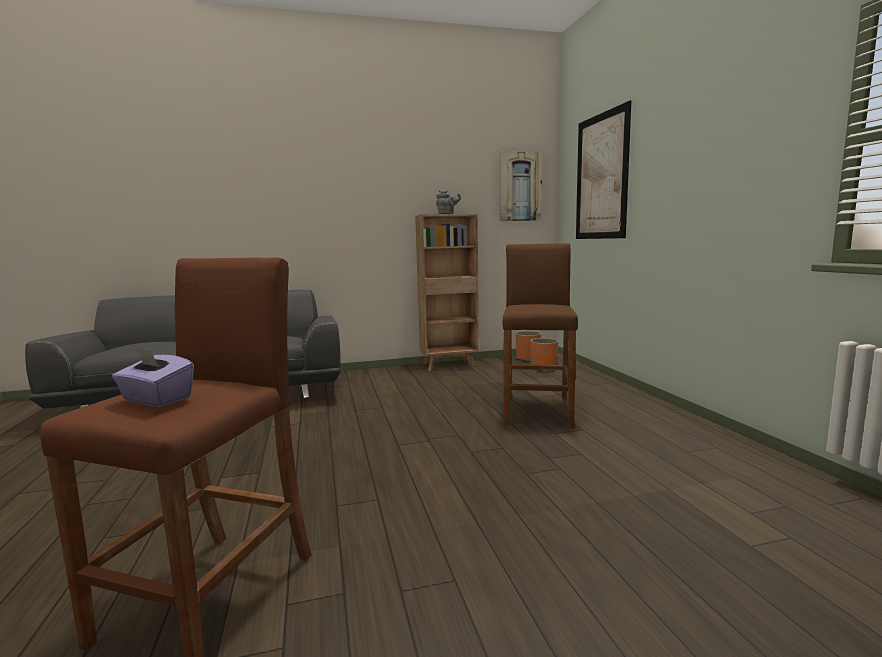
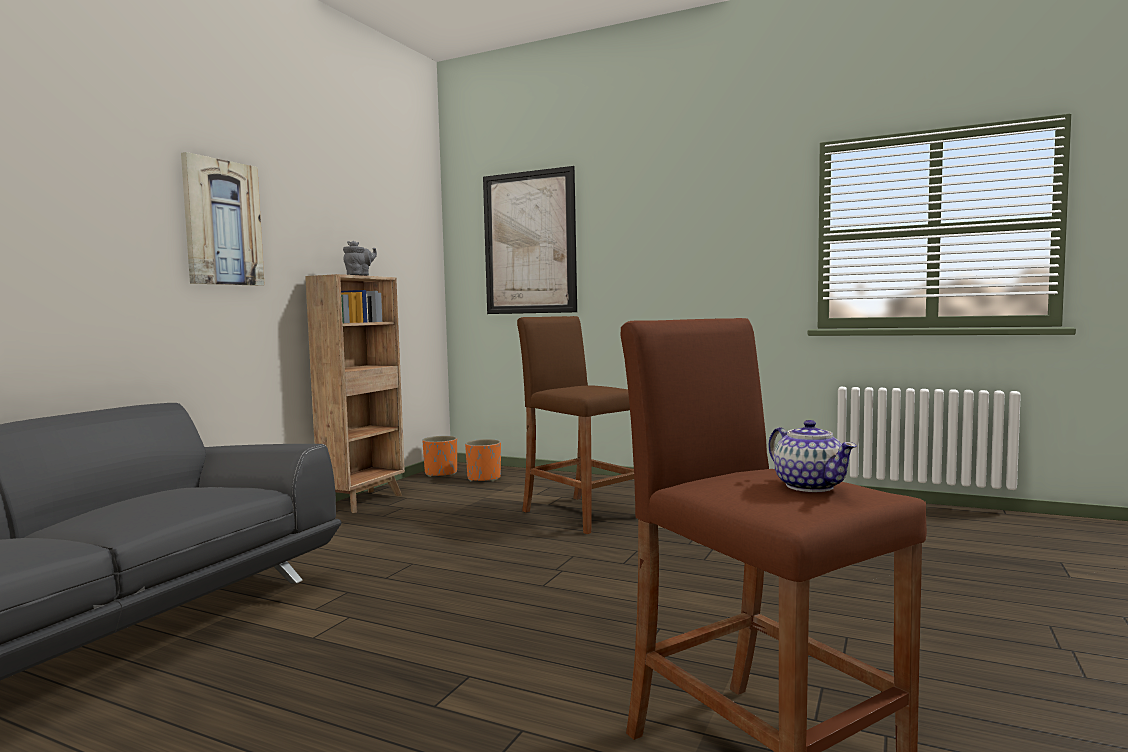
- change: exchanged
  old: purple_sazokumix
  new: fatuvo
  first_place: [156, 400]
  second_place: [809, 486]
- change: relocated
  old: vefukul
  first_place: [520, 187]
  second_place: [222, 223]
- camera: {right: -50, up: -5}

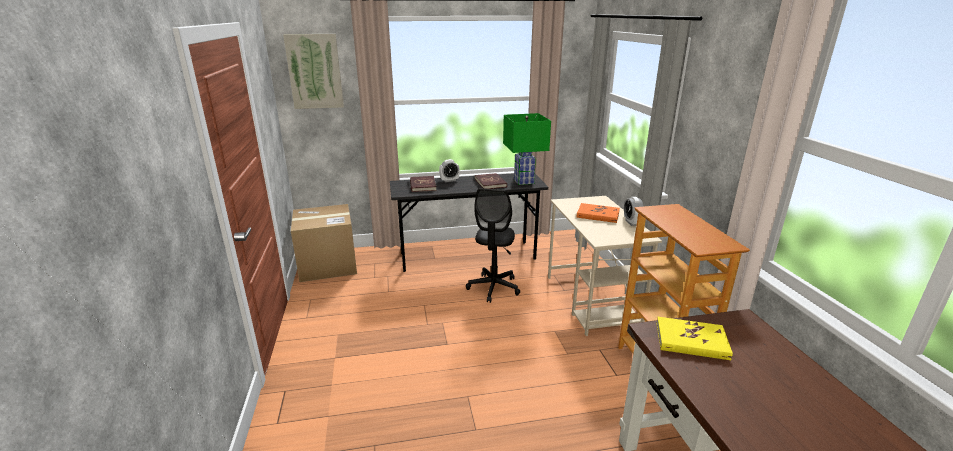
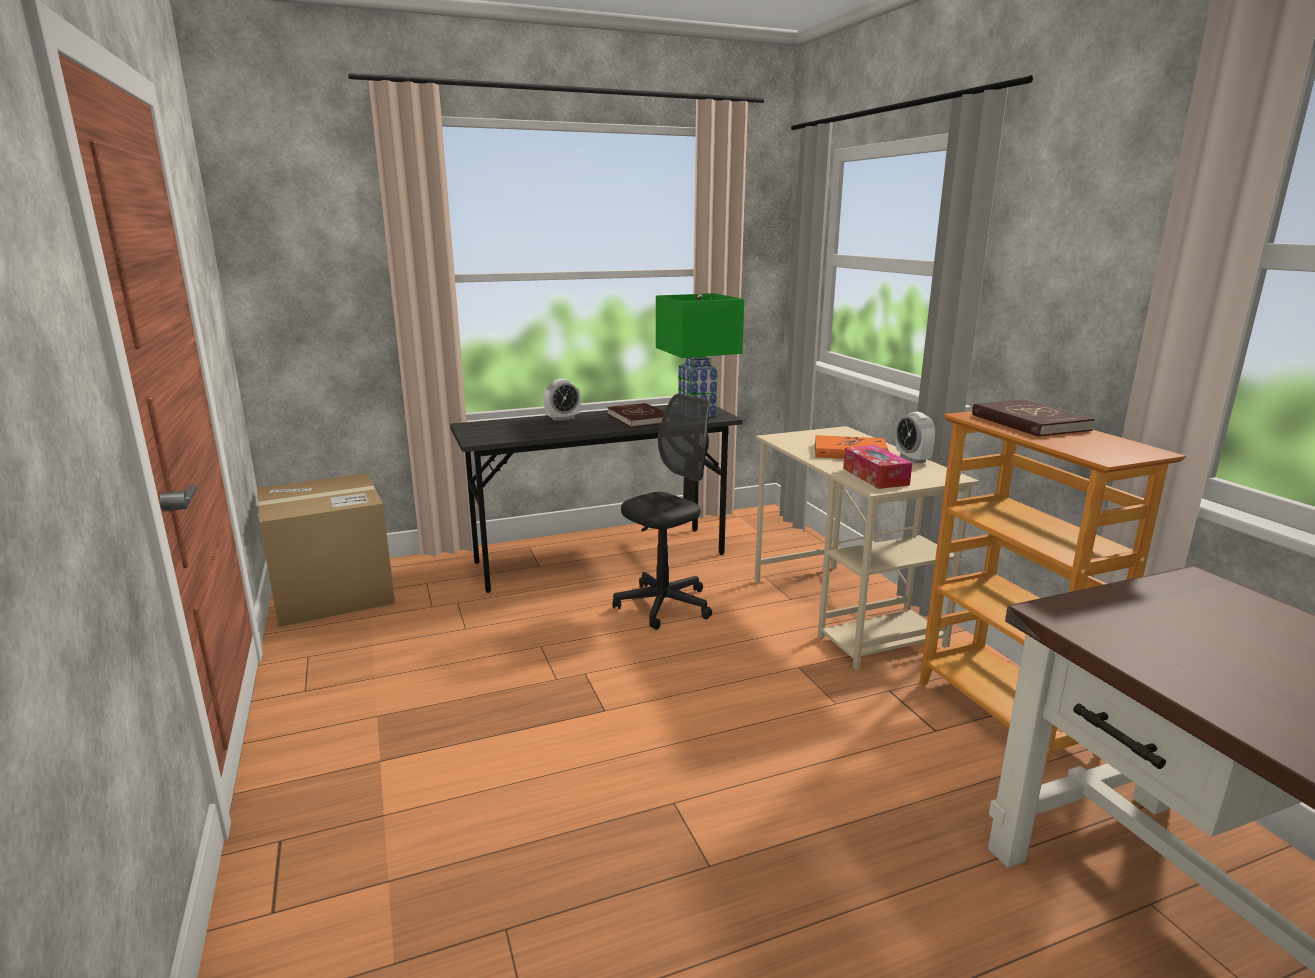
- change: missing
  old: vefukul
  first_place: [315, 71]
- change: relocated
  old: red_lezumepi
  first_place: [422, 185]
  second_place: [1029, 423]
- change: spun
  old: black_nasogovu
  first_place: [493, 288]
  second_place: [664, 605]
  degrees: -135
- change: missing
  old: yellow_lezumepi
  first_place: [691, 341]
- change: appeared
  new: sazokumix
  second_place: [875, 476]
- camera: {right: -10, up: -5}

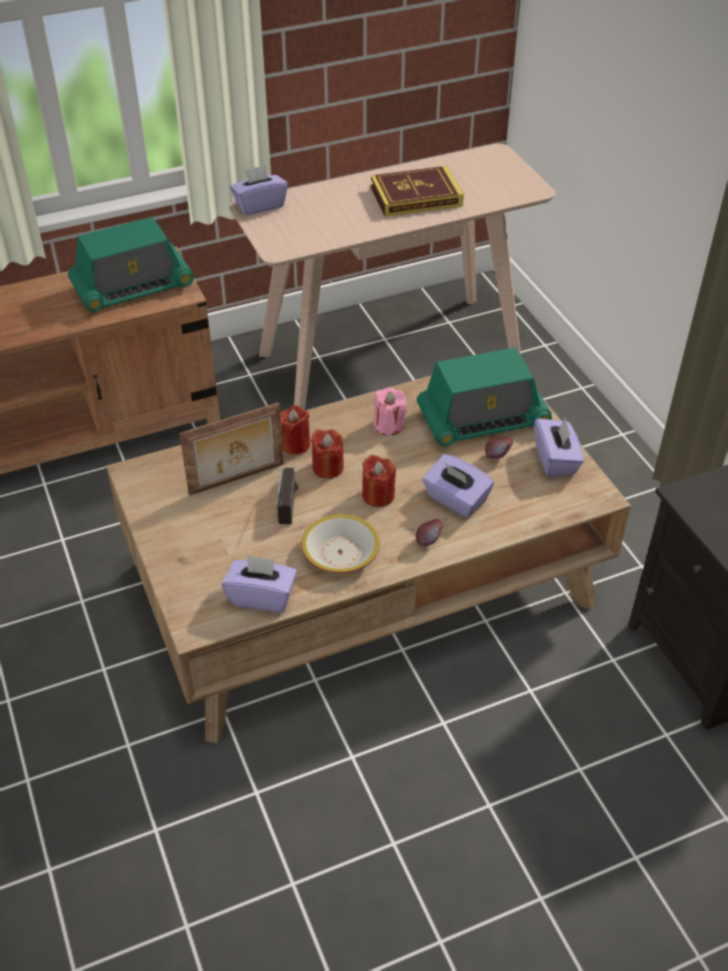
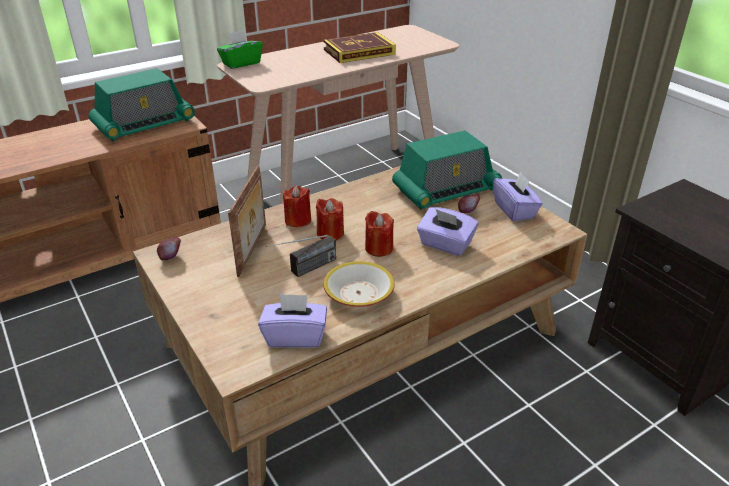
- change: spun
  old: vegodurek
  first_place: [237, 480]
  second_place: [253, 250]
  degrees: -45
- change: colour
  old: purple_sazokumix
  new: green_sazokumix
  first_place: [259, 205]
  second_place: [241, 63]
- change: spun
  old: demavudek
  first_place: [287, 515]
  second_place: [304, 271]
  degrees: 60
- change: missing
  old: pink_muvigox
  first_place: [389, 425]
- change: relocated
  old: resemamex
  first_place: [428, 541]
  second_place: [171, 258]
- camera: {right: -10, up: -10}

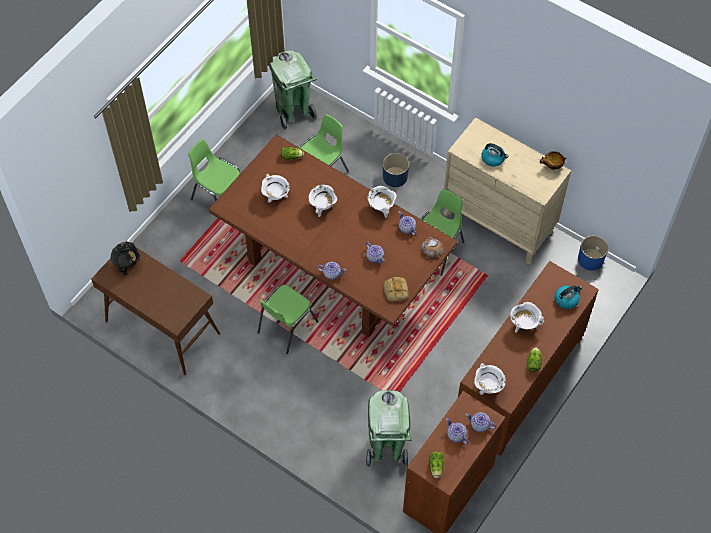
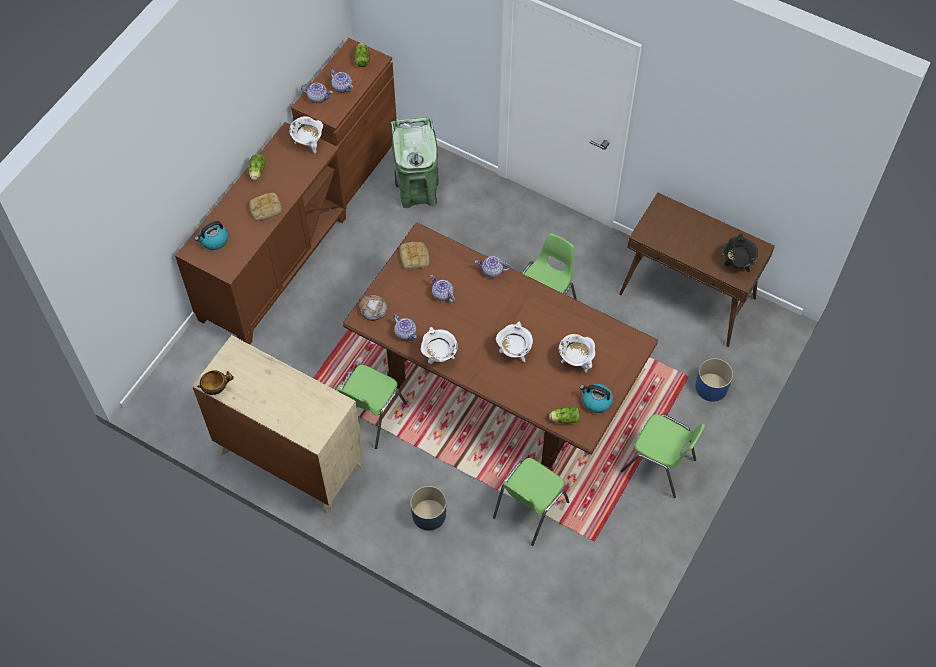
- change: missing
  old: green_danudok
  first_place: [293, 111]
- change: relocated
  old: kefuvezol
  first_place: [493, 158]
  second_place: [596, 401]
- change: exchanged
  old: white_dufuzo
  new: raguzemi
  first_place: [524, 325]
  second_place: [265, 209]
- change: relocated
  old: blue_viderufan
  first_place: [590, 259]
  second_place: [711, 387]
- camera: {right: 175, up: 0}

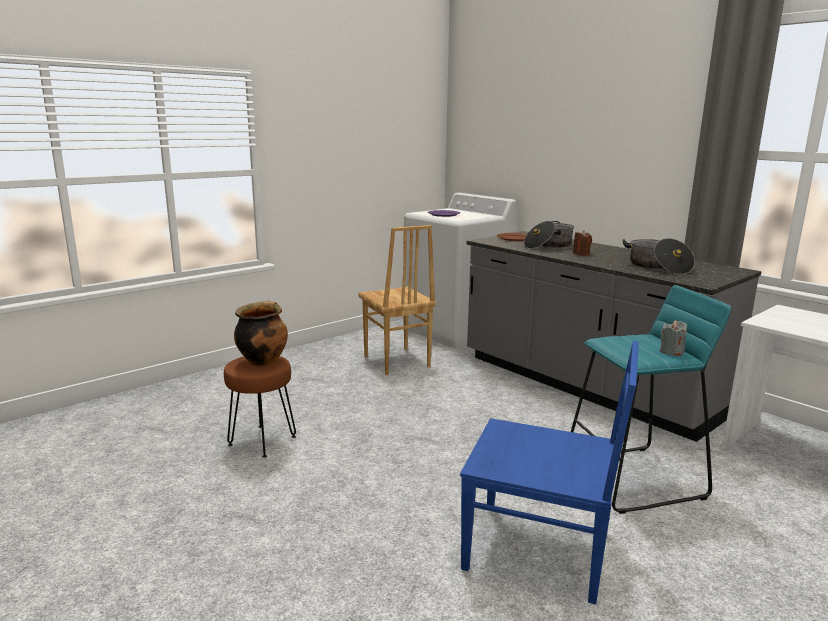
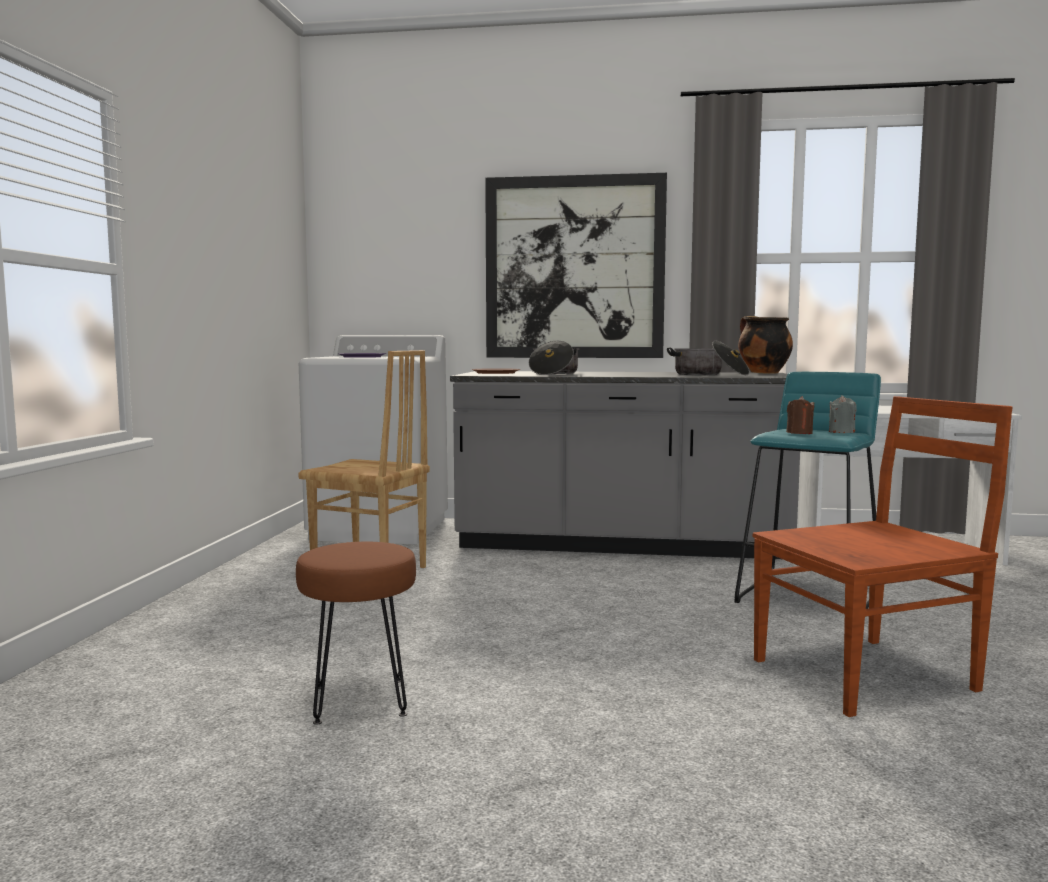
- change: relocated
  old: dufuzo
  first_place: [263, 361]
  second_place: [762, 373]
- change: colour
  old: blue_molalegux
  new: brown_molalegux
  first_place: [540, 551]
  second_place: [868, 674]
- change: relocated
  old: brown_muvigox
  first_place: [581, 253]
  second_place: [799, 433]
- change: appeared
  new: vefukul
  second_place: [574, 268]
- camera: {right: -40, up: -10}

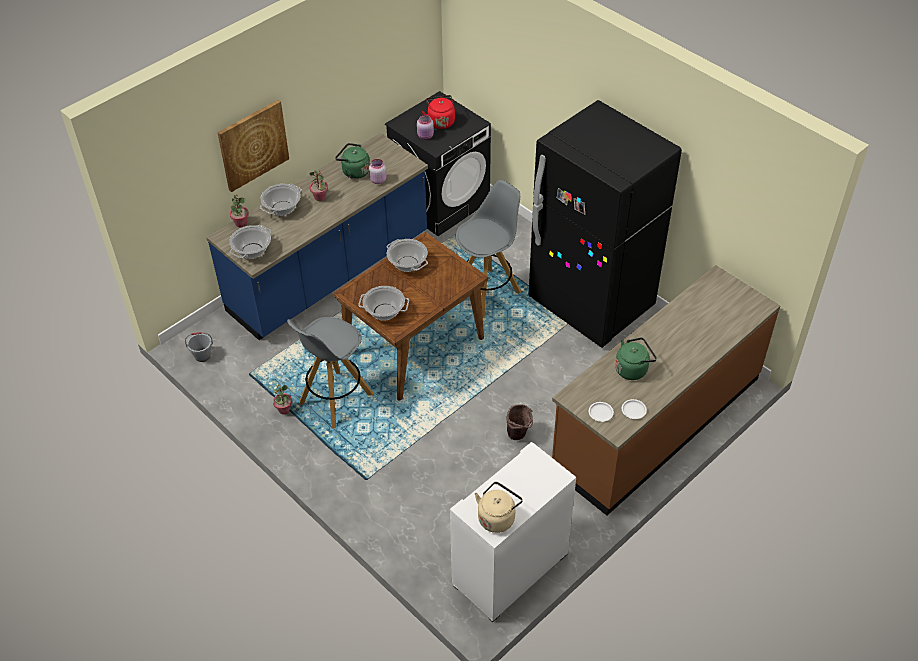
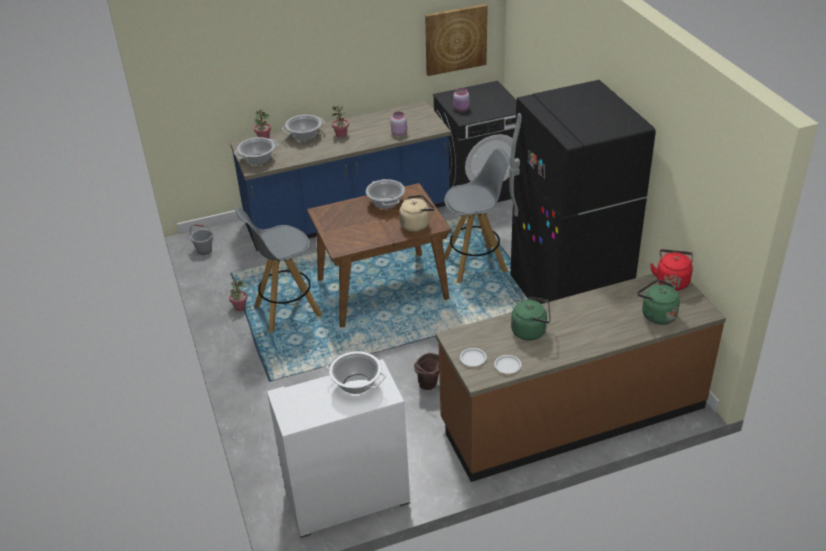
- change: relocated
  old: vefukul
  first_place: [253, 145]
  second_place: [455, 39]
- change: relocated
  old: green_kefuvezol
  first_place: [354, 171]
  second_place: [656, 315]
- change: relocated
  old: dufuzo
  first_place: [384, 312]
  second_place: [356, 384]
- change: relocated
  old: red_kefuvezol
  first_place: [440, 121]
  second_place: [672, 281]
- change: relocated
  old: beige_kefuvezol
  first_place: [497, 517]
  second_place: [416, 224]
- camera: {right: 25, up: -10}

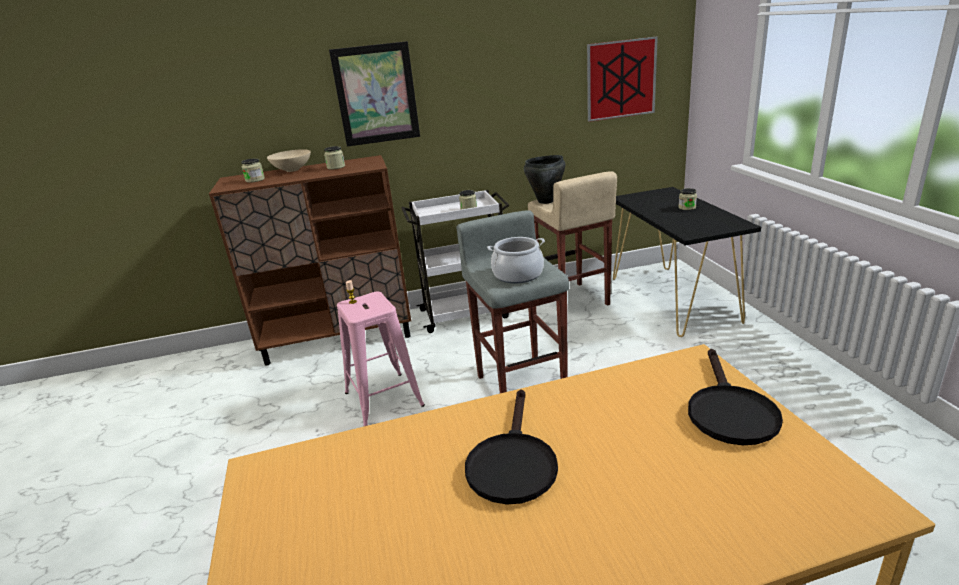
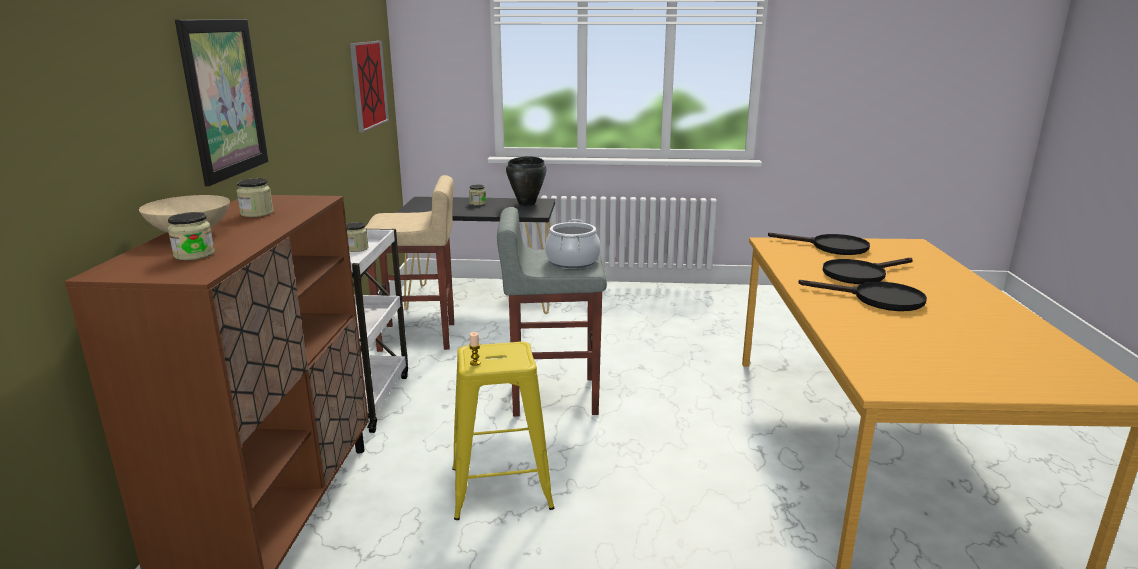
- change: colour
  old: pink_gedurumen
  new: yellow_gedurumen
  first_place: [383, 399]
  second_place: [501, 488]
- change: relocated
  old: black_dufuzo
  first_place: [546, 201]
  second_place: [527, 203]
- change: appeared
  new: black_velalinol
  second_place: [859, 274]
- camera: {right: -75, up: -5}

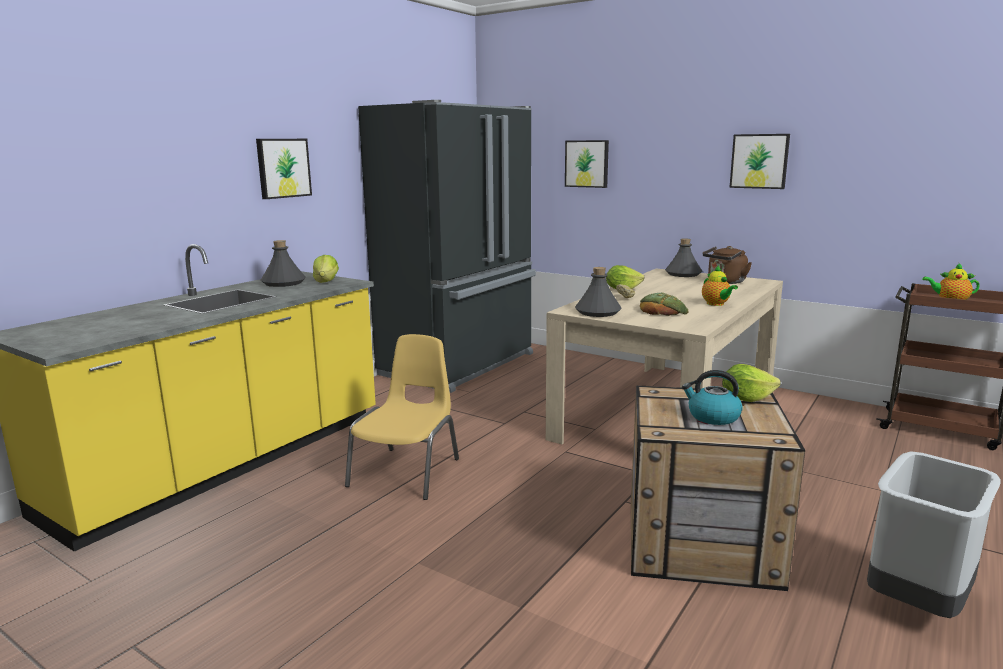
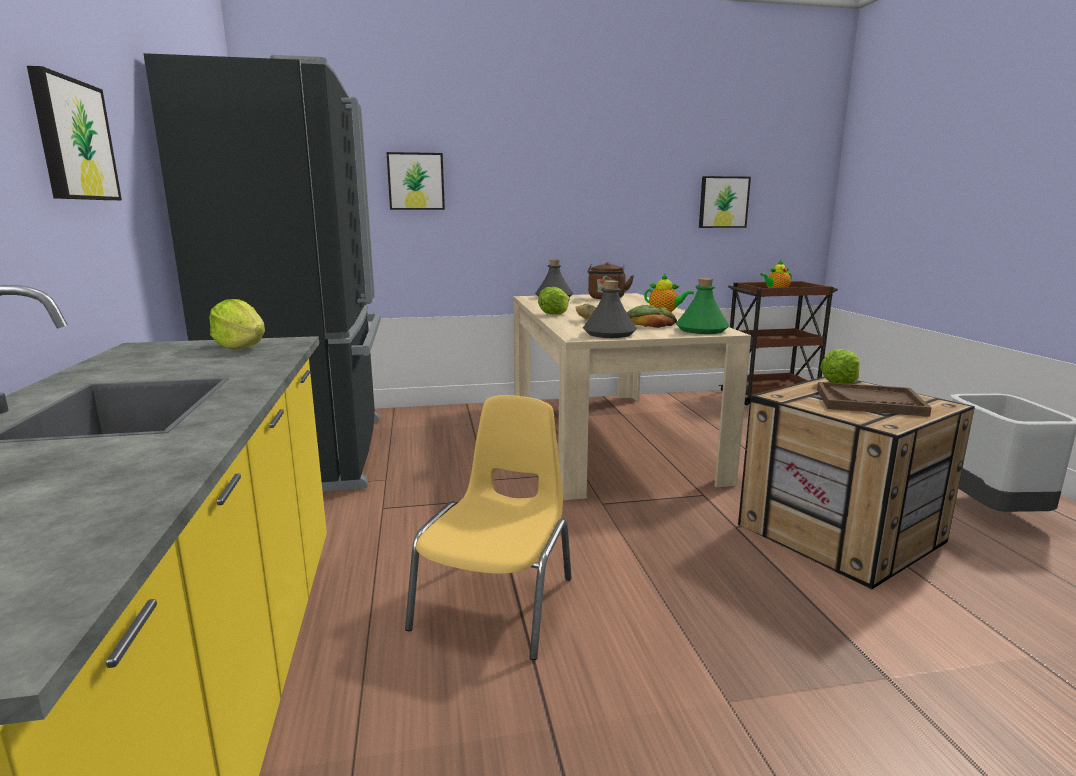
- change: missing
  old: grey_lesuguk
  first_place: [284, 283]
- change: spun
  old: yellow_molalegux
  first_place: [407, 472]
  second_place: [497, 602]
  degrees: 45
- change: exchanged
  old: kefuvezol
  new: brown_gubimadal
  first_place: [712, 417]
  second_place: [869, 402]
- change: relocated
  old: vefukul
  first_place: [759, 161]
  second_place: [723, 202]
- change: appeared
  new: green_lesuguk
  second_place: [702, 330]
- camera: {right: -45, up: 0}

